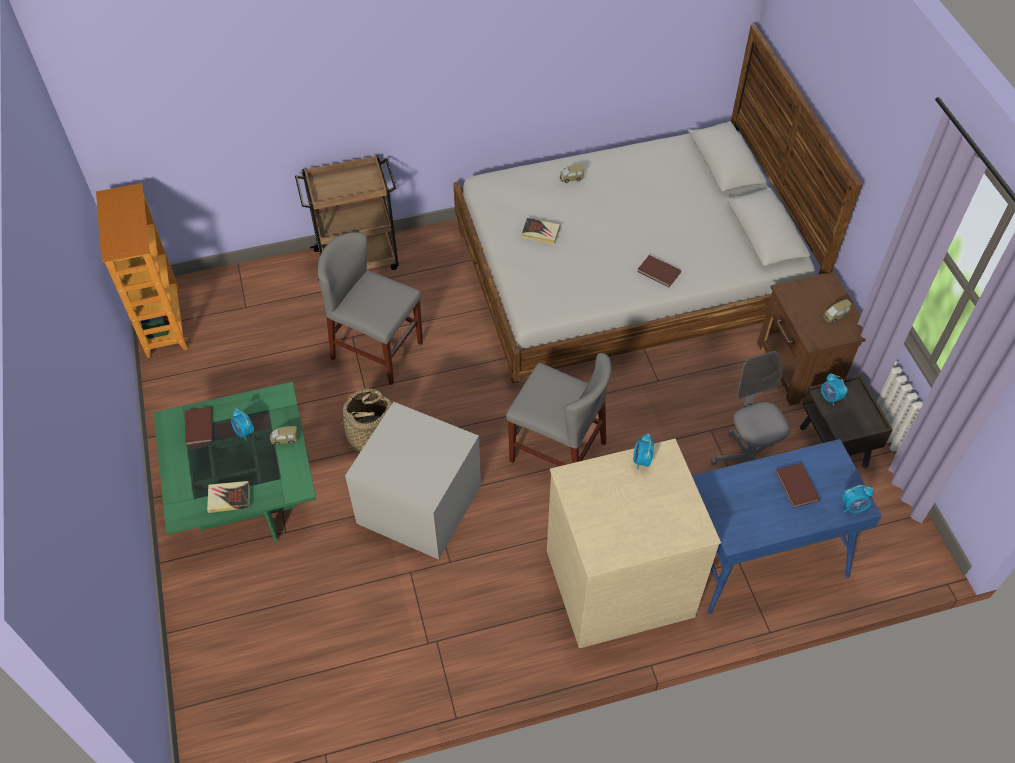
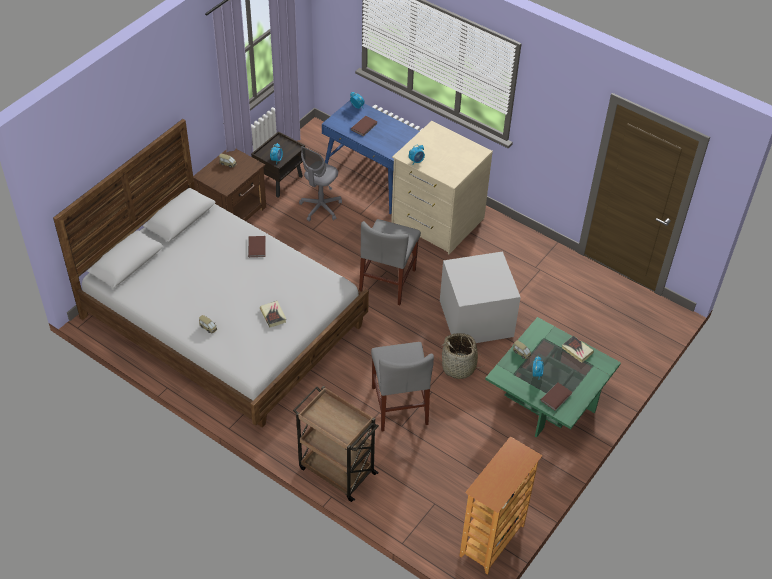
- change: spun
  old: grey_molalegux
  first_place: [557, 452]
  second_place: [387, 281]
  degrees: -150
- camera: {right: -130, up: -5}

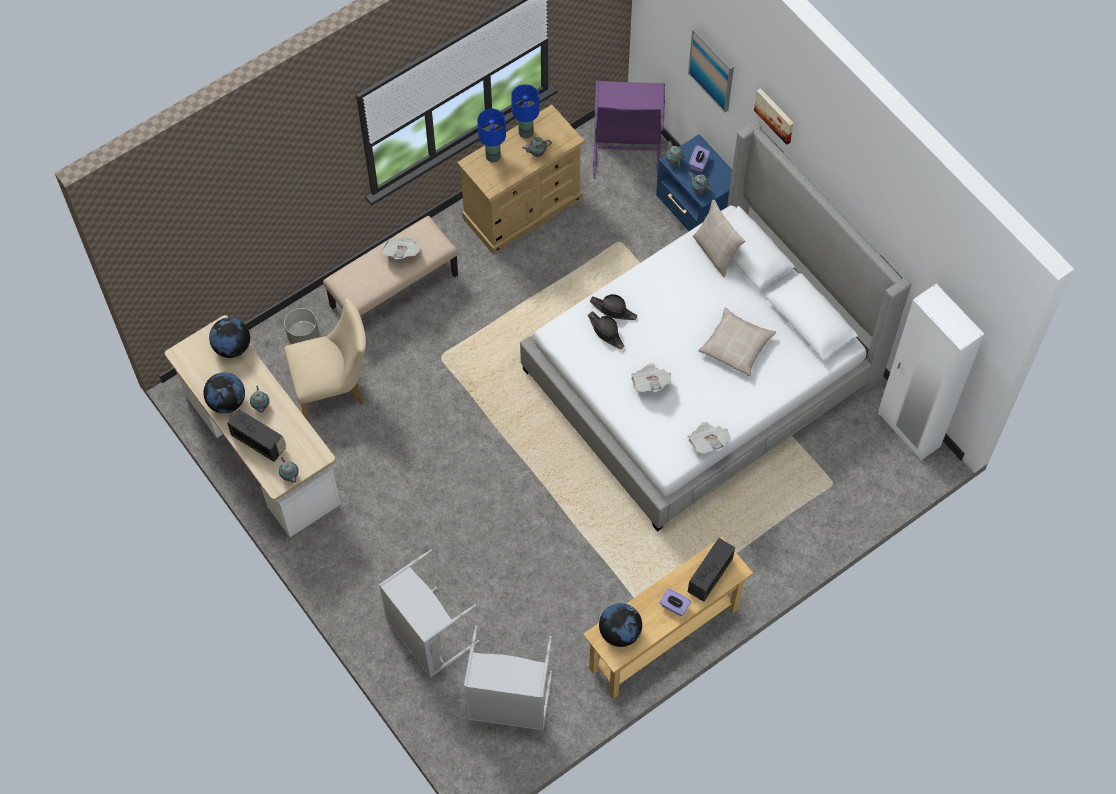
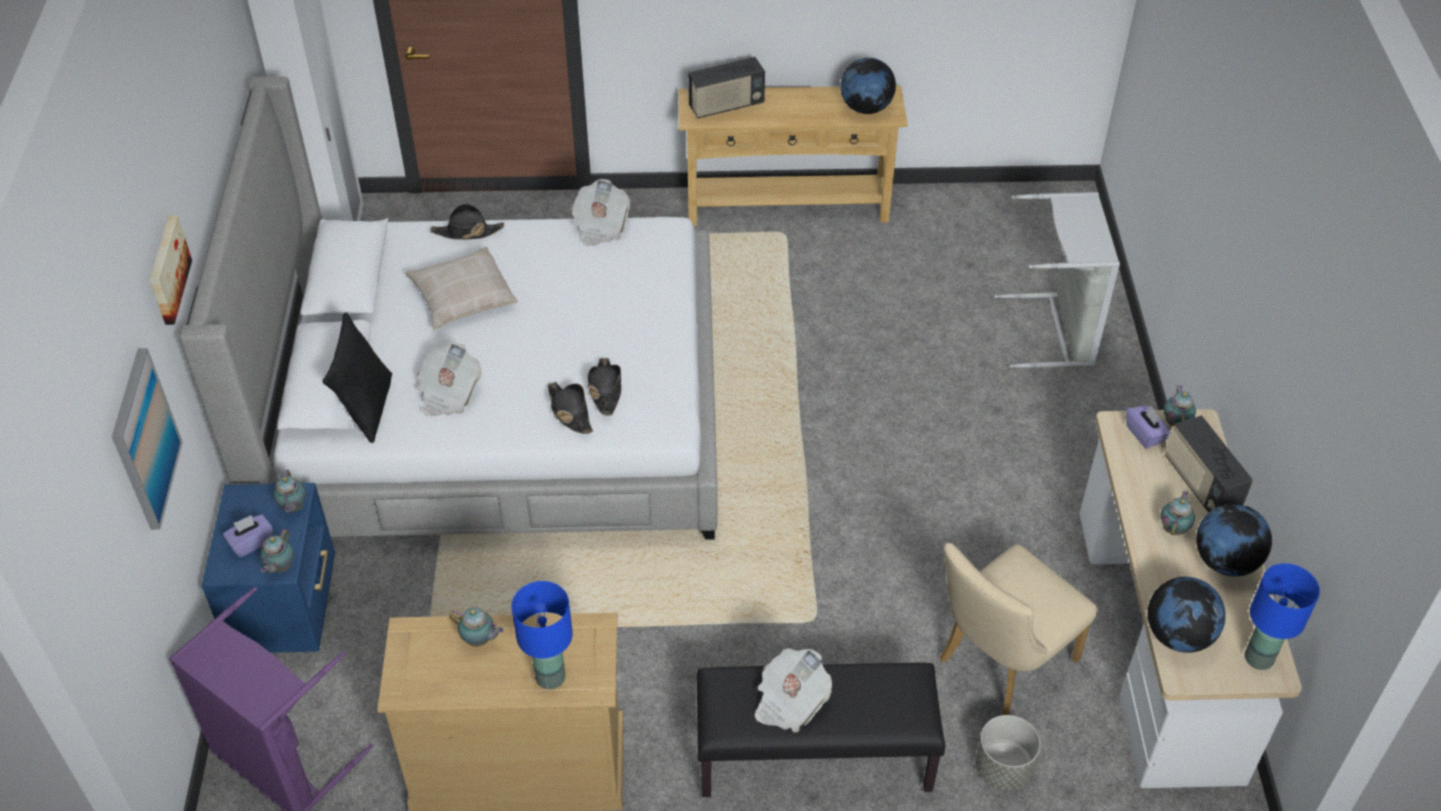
- change: spun
  old: beige_molalegux
  first_place: [334, 388]
  second_place: [1000, 664]
  degrees: -60
- change: colour
  old: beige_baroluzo
  new: black_baroluzo
  first_place: [394, 290]
  second_place: [813, 757]
- change: missing
  old: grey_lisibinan
  first_place: [508, 705]
- change: relocated
  old: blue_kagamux
  first_place: [526, 132]
  second_place: [1258, 658]
- change: relocated
  old: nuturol
  first_place: [650, 383]
  second_place: [448, 394]
- change: relocated
  old: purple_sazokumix
  first_place: [674, 606]
  second_place: [1145, 434]
- change: colour
  old: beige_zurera
  new: black_zurera
  first_place: [716, 252]
  second_place: [367, 407]
- change: appeared
  new: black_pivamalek
  second_place: [467, 232]
- camera: {right: -145, up: -15}

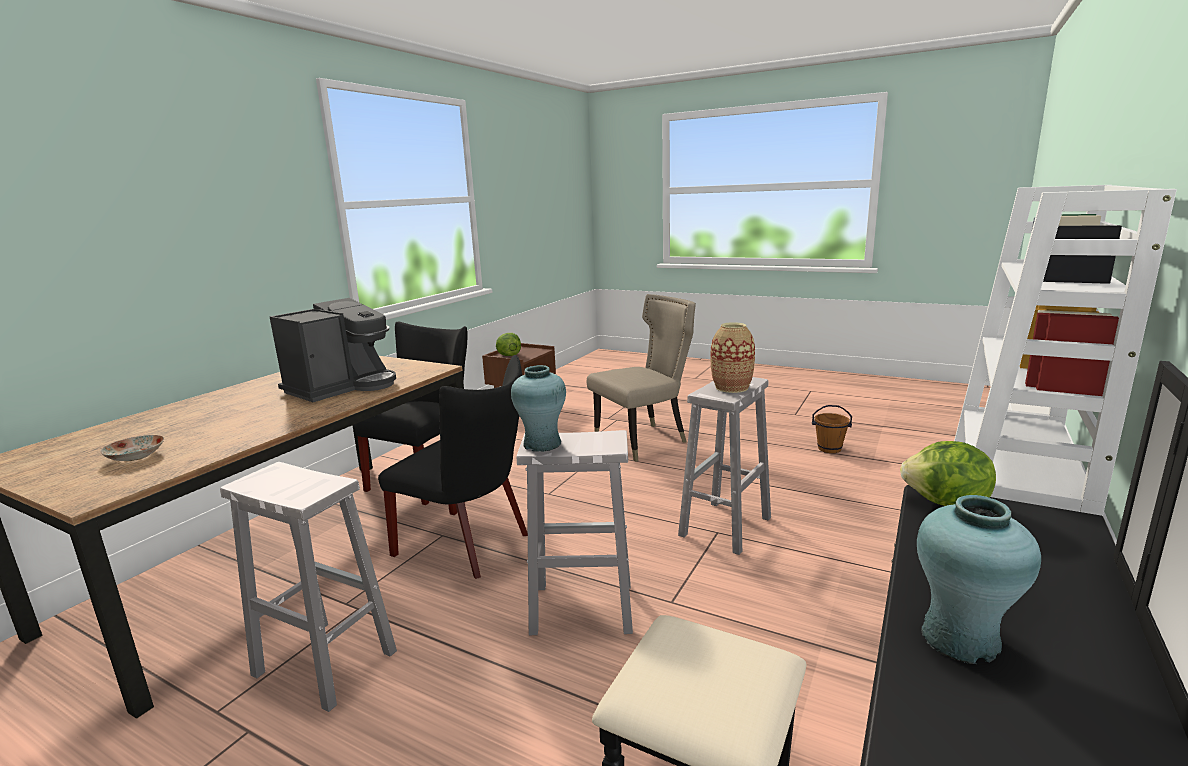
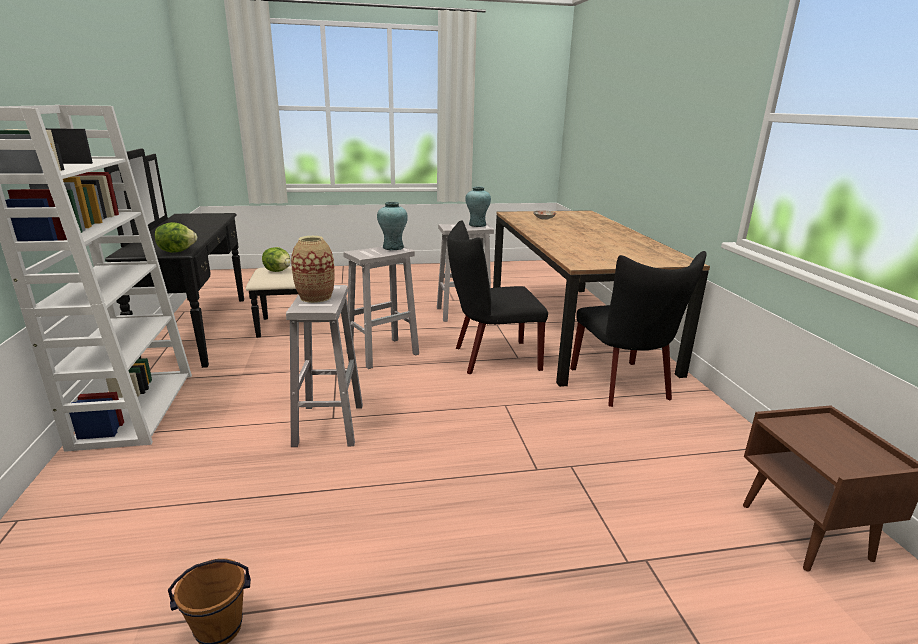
- change: missing
  old: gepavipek
  first_place: [343, 387]
- change: relocated
  old: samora
  first_place: [508, 355]
  second_place: [278, 271]
- change: missing
  old: beige_molalegux
  first_place: [645, 440]
- change: relocated
  old: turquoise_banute
  first_place: [960, 638]
  second_place: [477, 225]
- camera: {right: 140, up: 5}

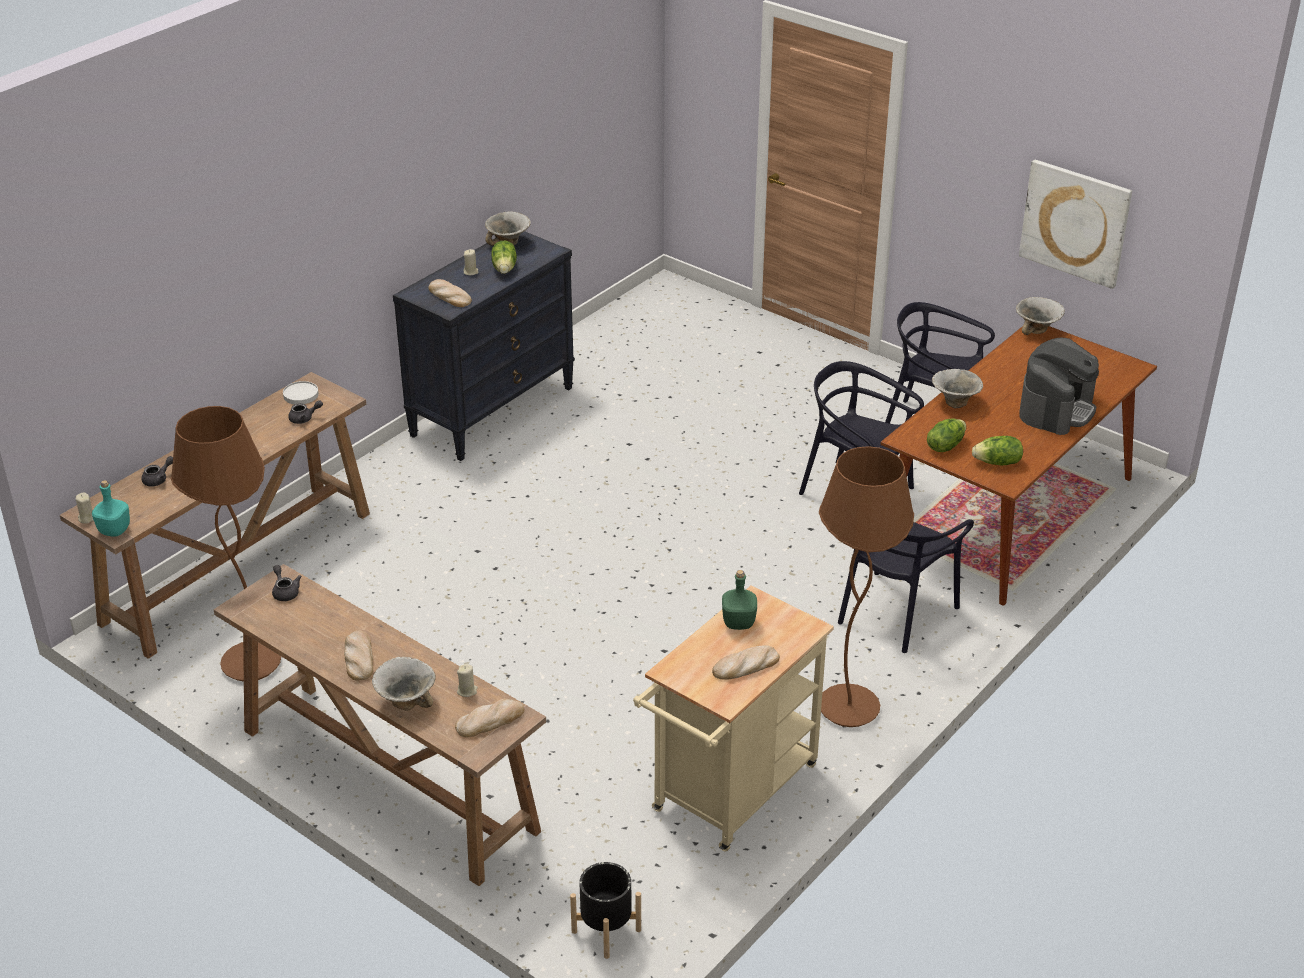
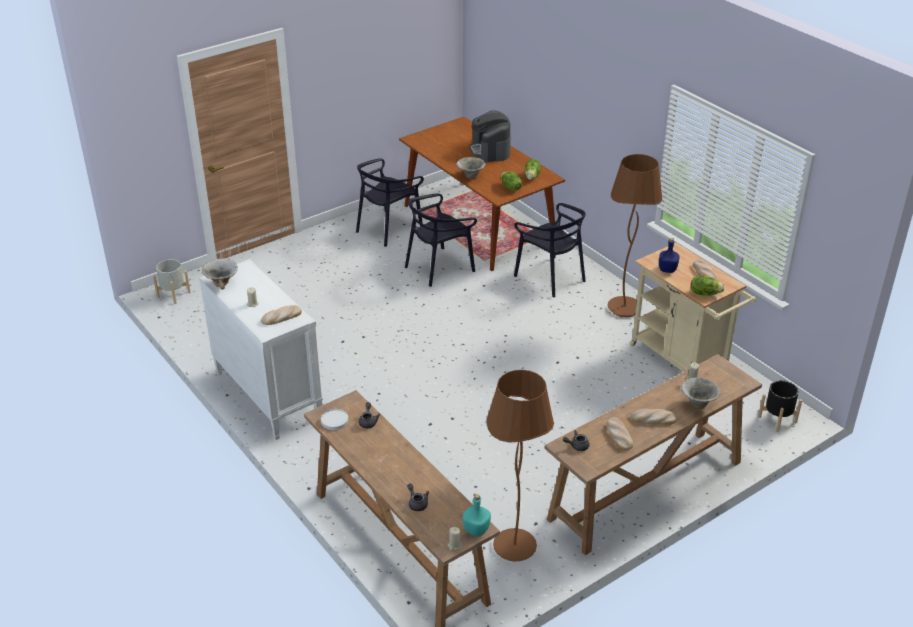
- change: colour
  old: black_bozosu
  new: white_bozosu
  first_place: [492, 411]
  second_place: [267, 395]
- change: relocated
  old: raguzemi
  first_place: [490, 720]
  second_place: [618, 435]
- change: relocated
  old: samora
  first_place: [505, 268]
  second_place: [704, 293]
- change: colour
  old: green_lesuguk
  new: blue_lesuguk
  first_place: [738, 622]
  second_place: [667, 269]
- change: missing
  old: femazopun
  first_place: [1037, 330]
- change: missing
  old: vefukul
  first_place: [1075, 222]
- change: spun
  old: gepavipek
  first_place: [1056, 409]
  second_place: [490, 150]
  degrees: -150
- change: appeared
  new: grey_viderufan
  second_place: [173, 294]
- camera: {right: -75, up: 0}

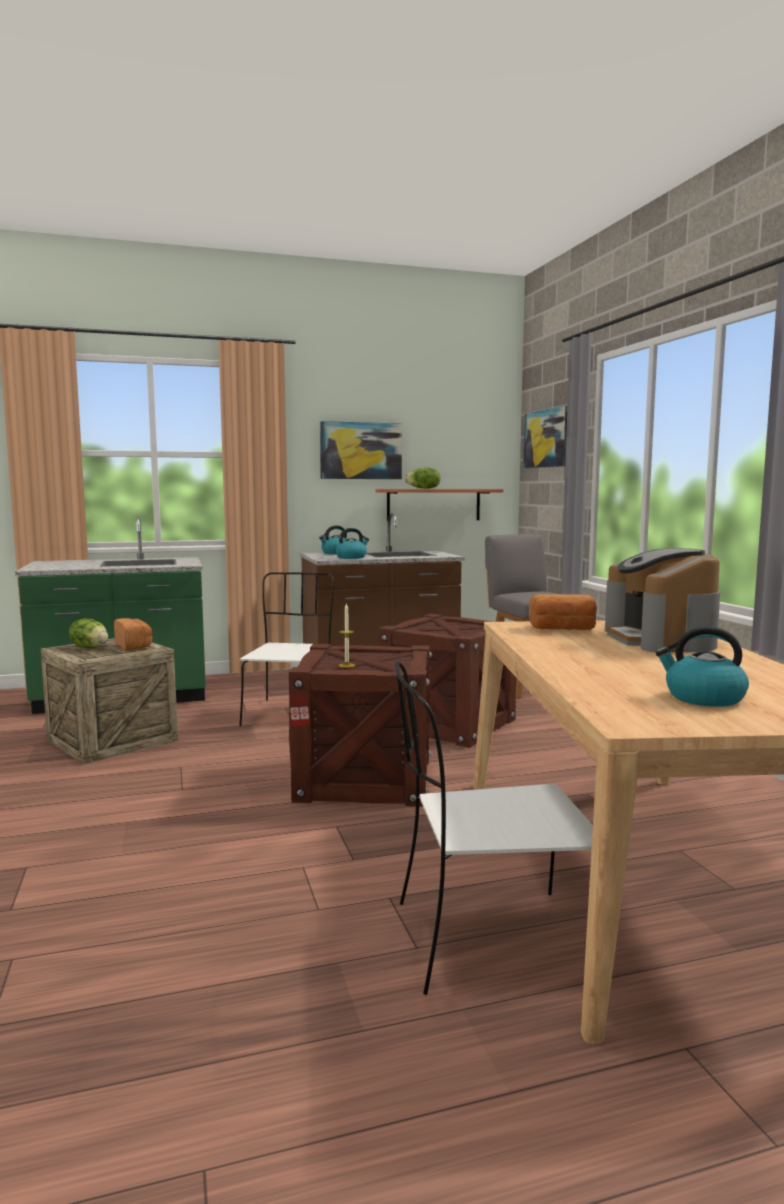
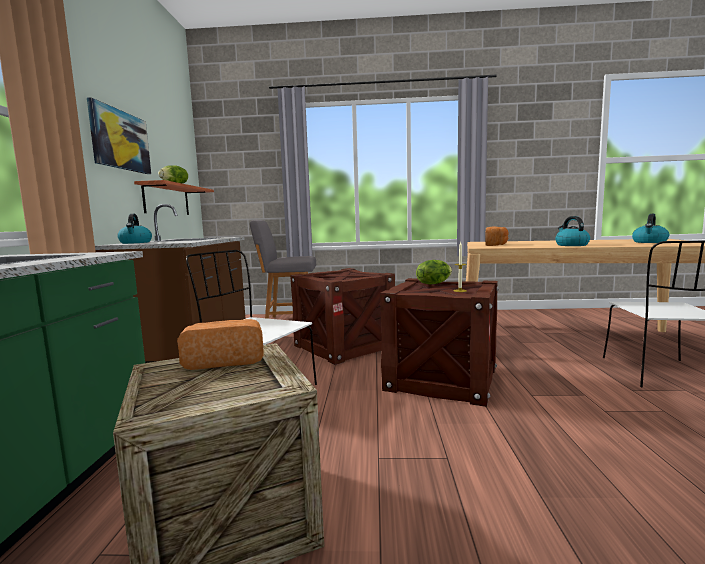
- change: relocated
  old: samora
  first_place: [90, 647]
  second_place: [433, 283]
- change: relocated
  old: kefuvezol
  first_place: [351, 557]
  second_place: [571, 245]
- change: missing
  old: vefukul
  first_place: [547, 438]
- change: missing
  old: gepavipek
  first_place: [660, 639]
- camera: {right: -70, up: 0}

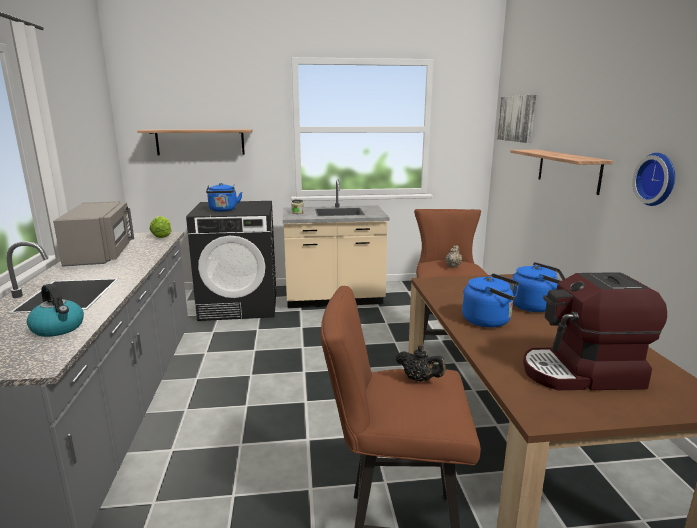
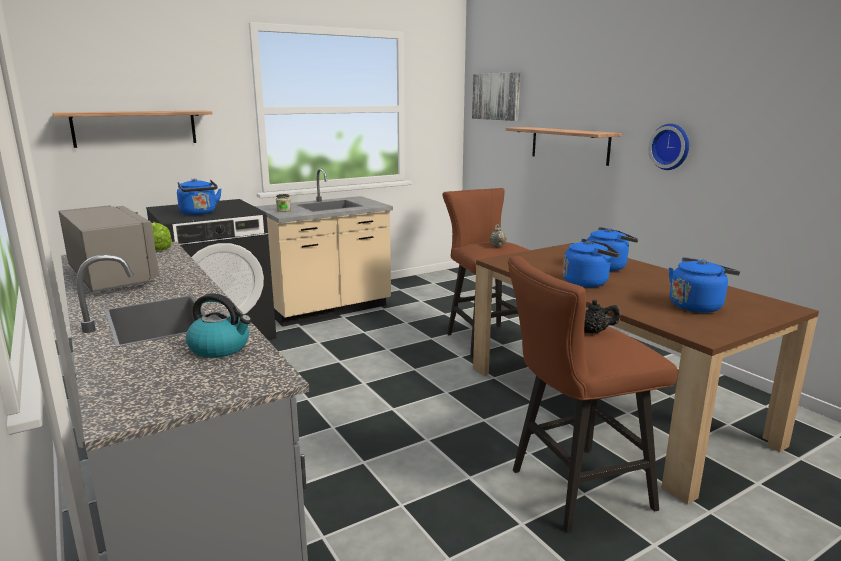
- change: exchanged
  old: gepavipek
  new: blue_kefuvezol
  first_place: [582, 374]
  second_place: [697, 306]
- camera: {right: -25, up: 0}

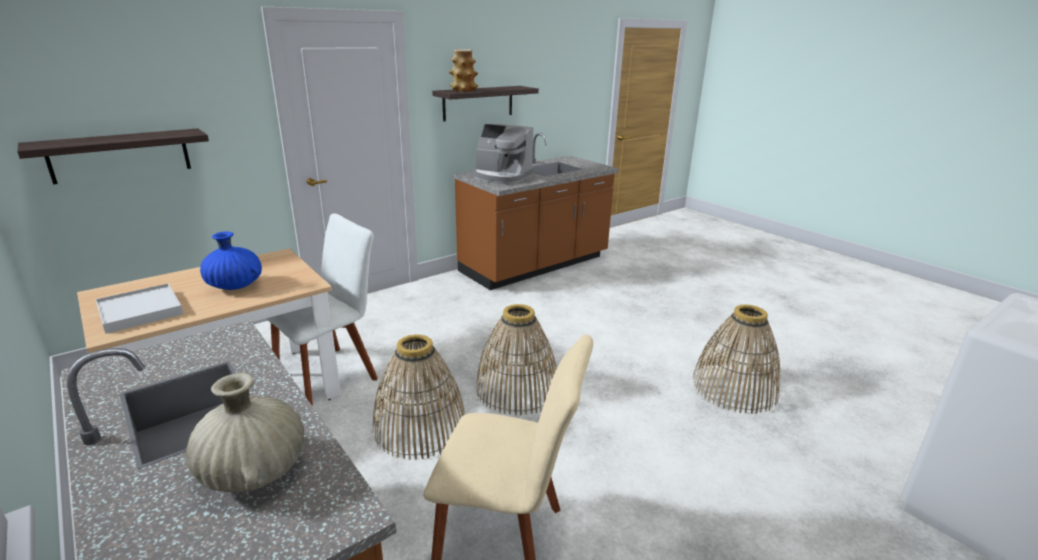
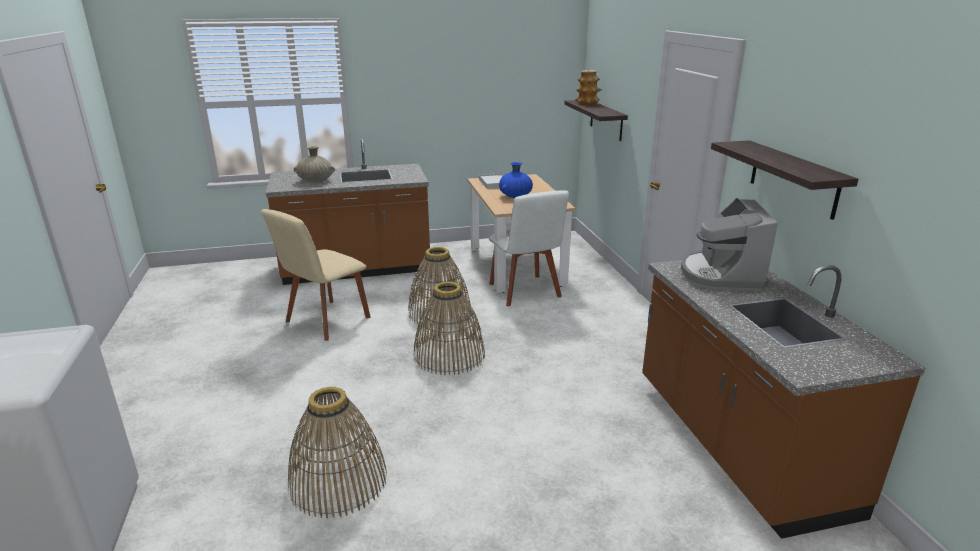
- change: relocated
  old: banute
  first_place: [463, 90]
  second_place: [587, 104]
- change: spun
  old: gepavipek
  first_place: [501, 177]
  second_place: [721, 275]
  degrees: -45
- camera: {right: 115, up: 0}

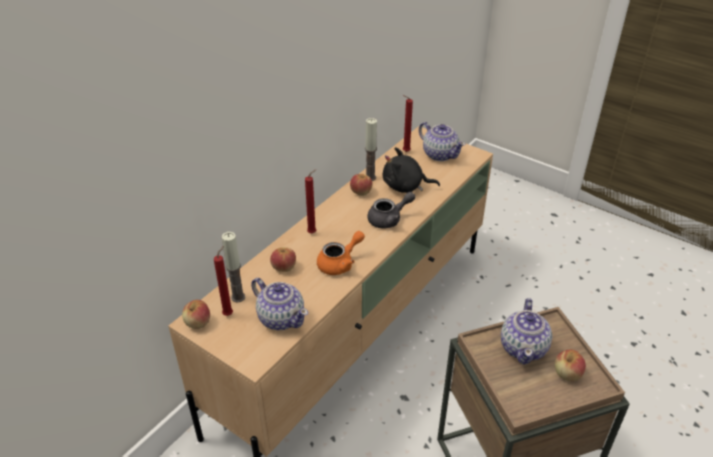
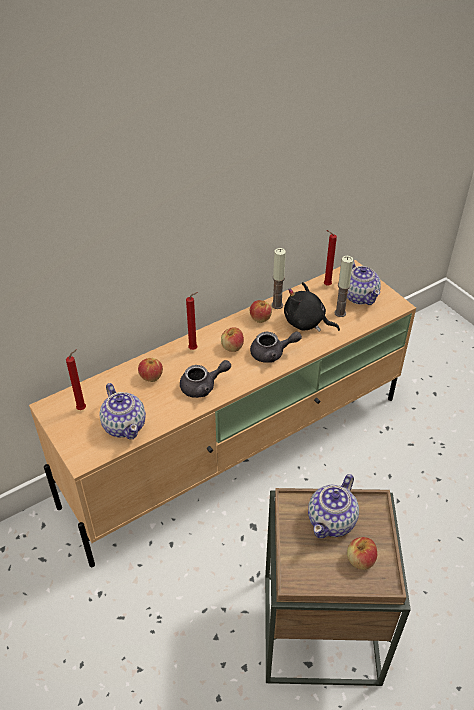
- change: relocated
  old: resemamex
  first_place: [198, 323]
  second_place: [232, 347]
- change: relocated
  old: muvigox
  first_place: [238, 297]
  second_place: [340, 313]
- change: colour
  old: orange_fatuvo
  new: grey_fatuvo
  first_place: [340, 263]
  second_place: [203, 386]
- camera: {right: 20, up: 5}

